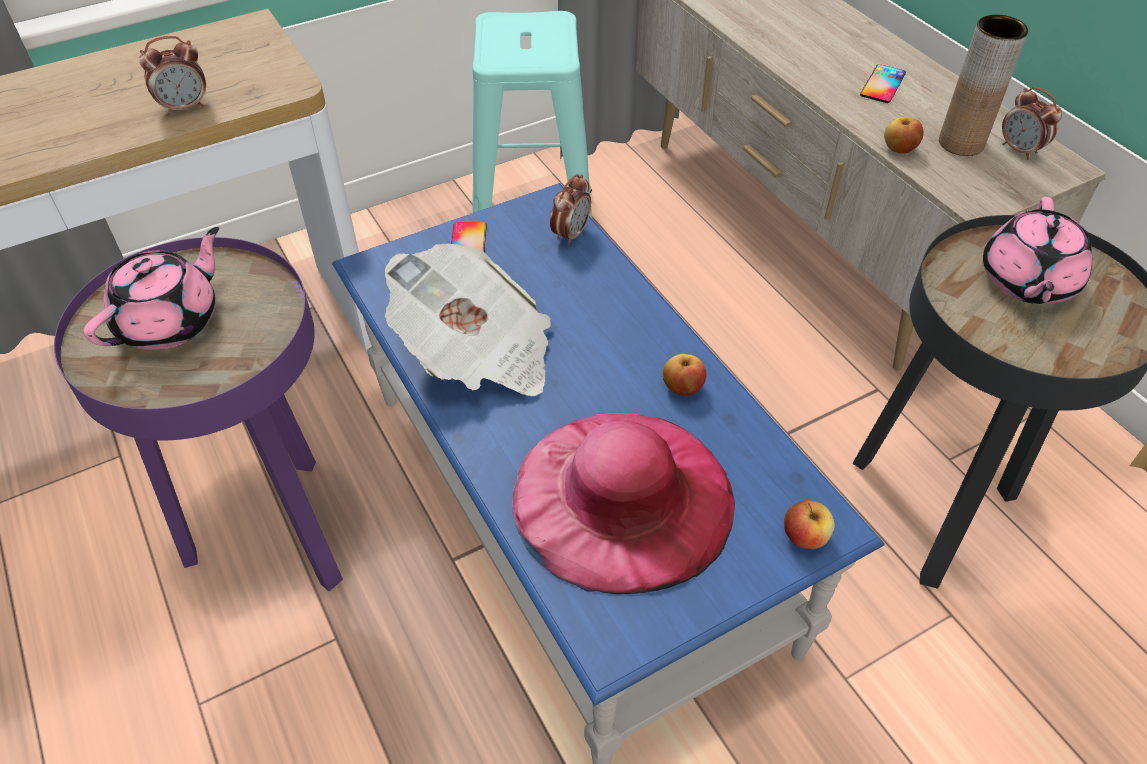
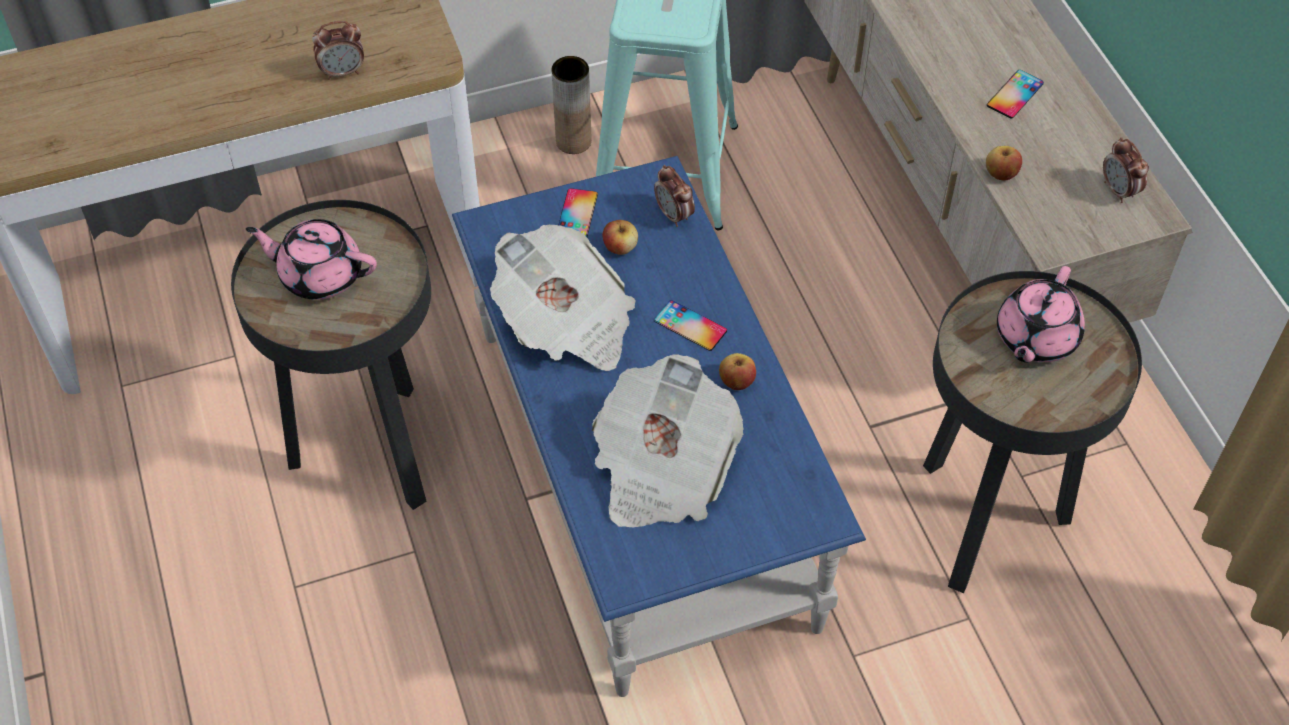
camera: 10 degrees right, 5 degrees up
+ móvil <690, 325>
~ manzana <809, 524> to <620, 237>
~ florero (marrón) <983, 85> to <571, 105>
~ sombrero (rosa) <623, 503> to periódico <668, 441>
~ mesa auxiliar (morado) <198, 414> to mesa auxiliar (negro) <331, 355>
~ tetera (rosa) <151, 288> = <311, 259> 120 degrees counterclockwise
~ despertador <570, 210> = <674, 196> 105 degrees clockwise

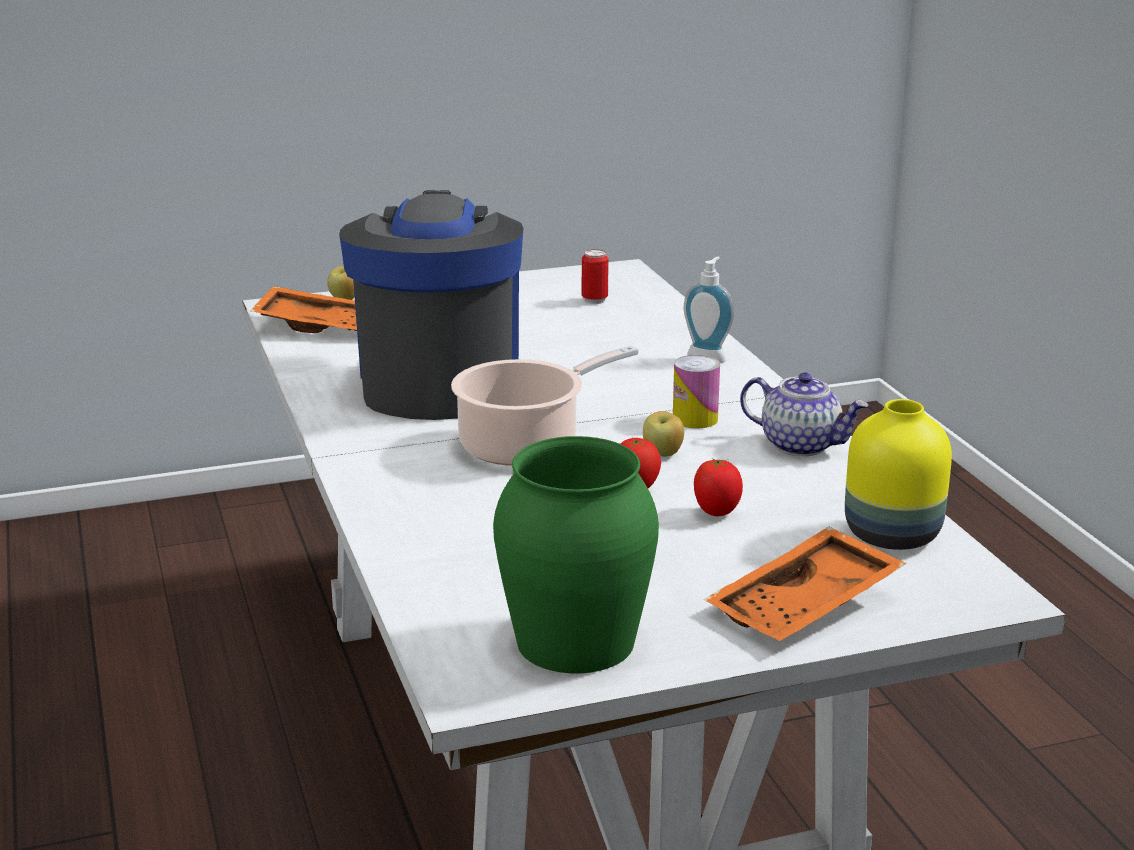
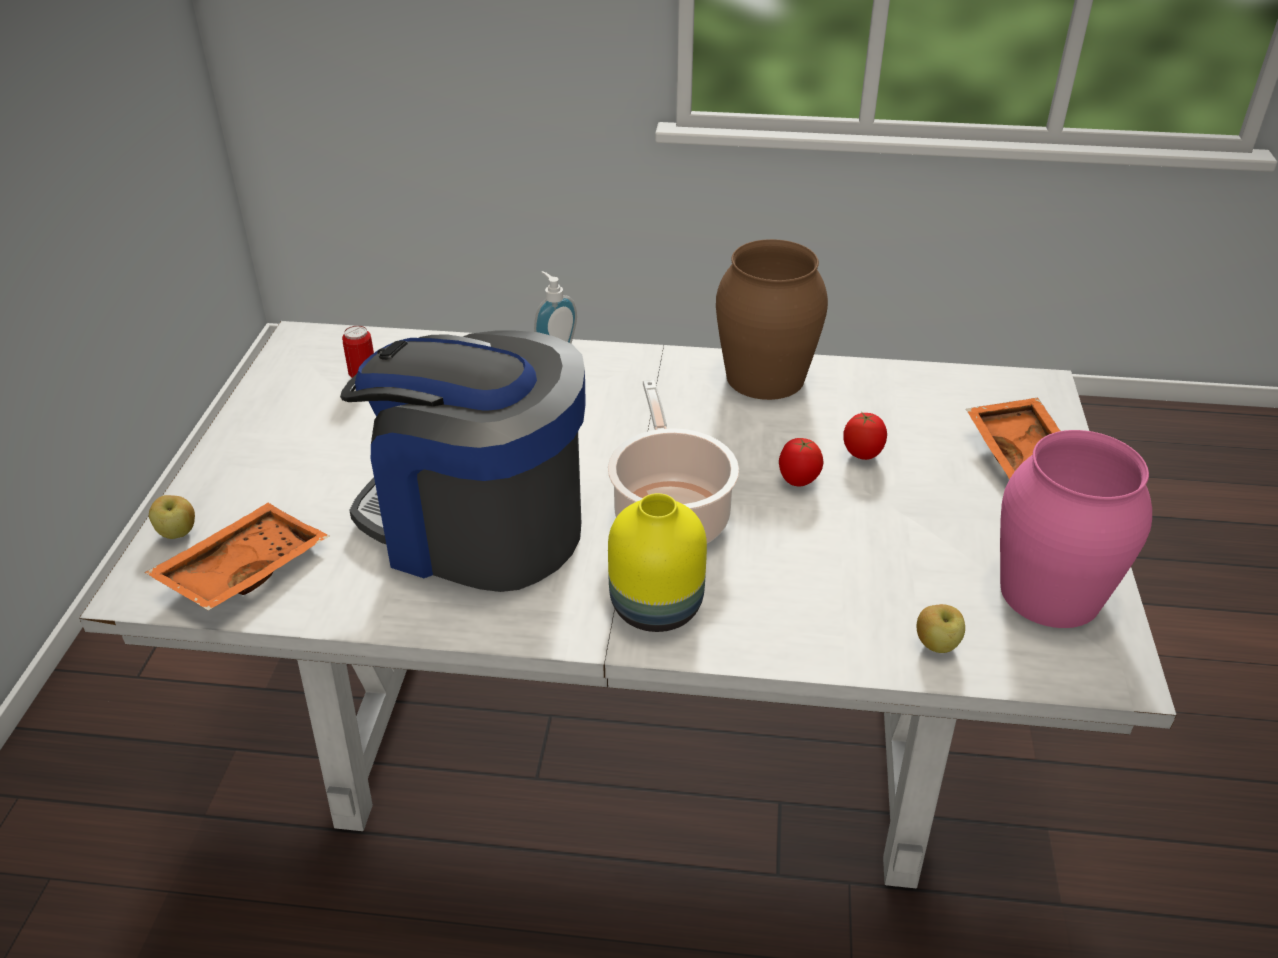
camera: 65 degrees left, 15 degrees up
- lata <696, 392>
~ manzana <663, 434> to <941, 628>
~ florero (amarillo) <898, 474> to <657, 562>
~ tetera <804, 414> to florero (marrón) <772, 319>
~ florero (verde) <576, 554> to florero (rosa) <1076, 529>

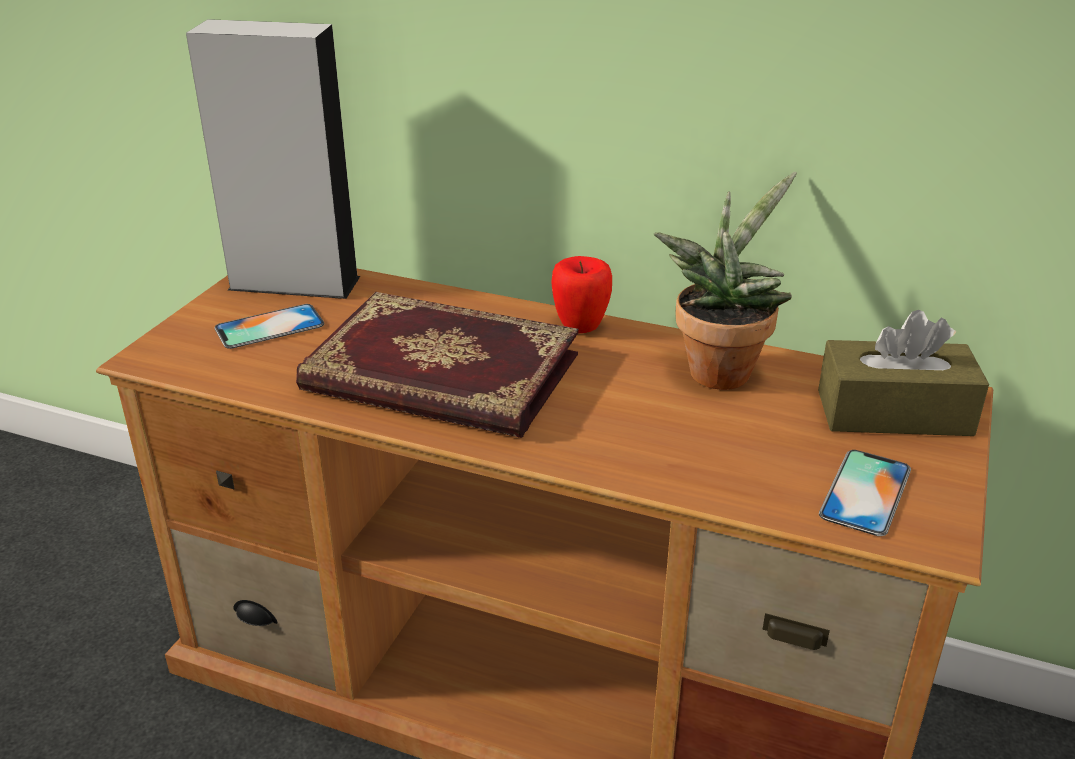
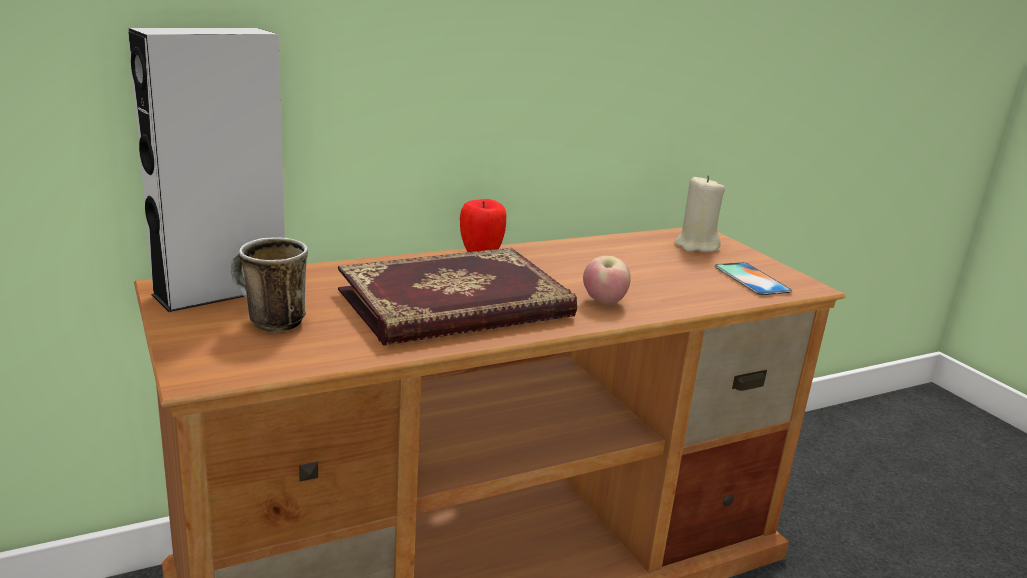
camera: 50 degrees left, 10 degrees down
- planta en maceta <725, 281>
+ manzana <607, 280>
~ móvil <269, 326> to taza grande <269, 284>
~ caja de pañuelos (marrón) <903, 373> to vela (beis) <699, 213>

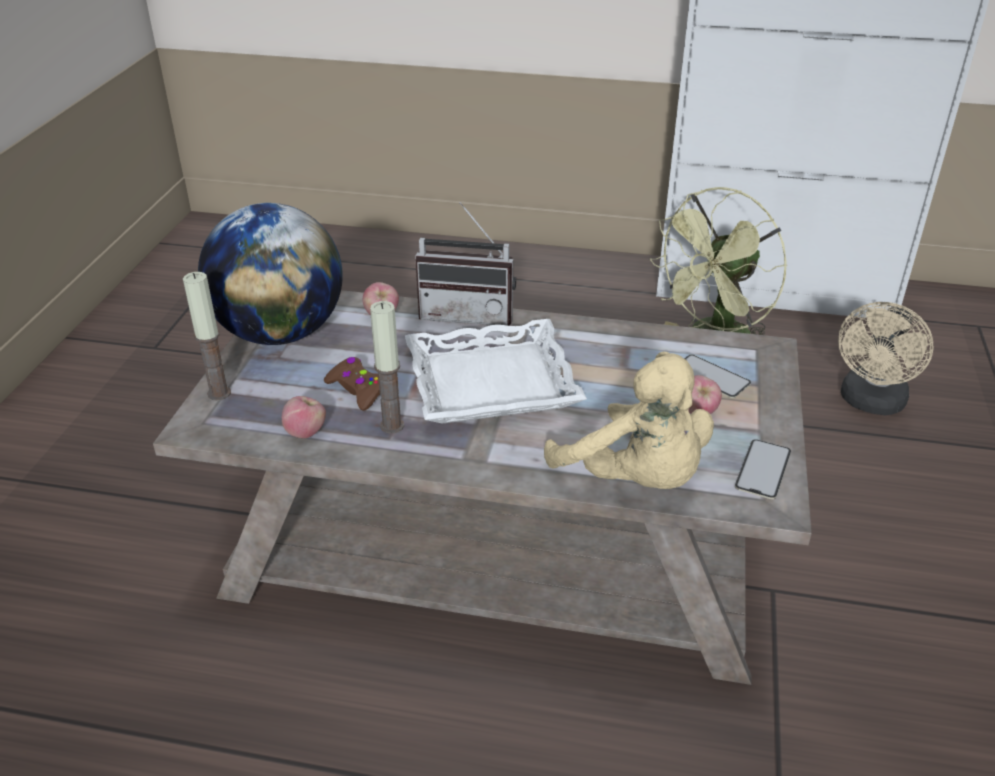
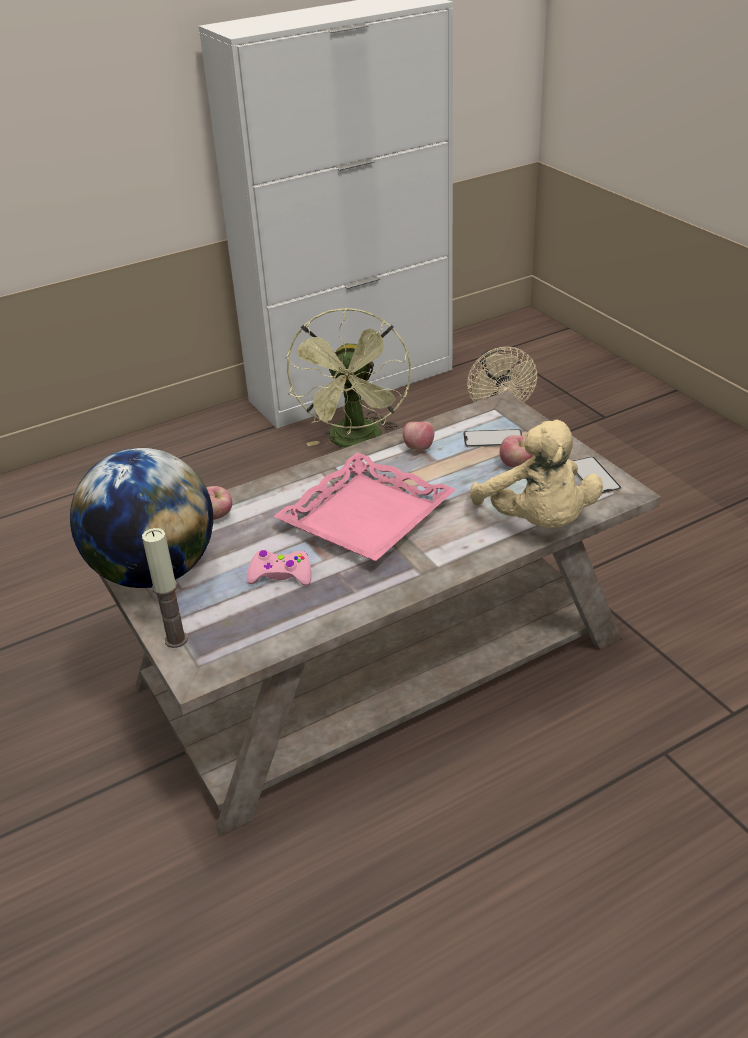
camera: 40 degrees left, 0 degrees up
- vela <387, 367>
- radio <465, 264>
~ manzana <304, 417> to <418, 436>
~ mando de consola (marrón) <352, 384> to mando de consola (rosa) <278, 568>
~ bandeja (blanco) <496, 371> to bandeja (rosa) <364, 506>
~ peluche (beis) <629, 420> = <536, 473> 60 degrees clockwise

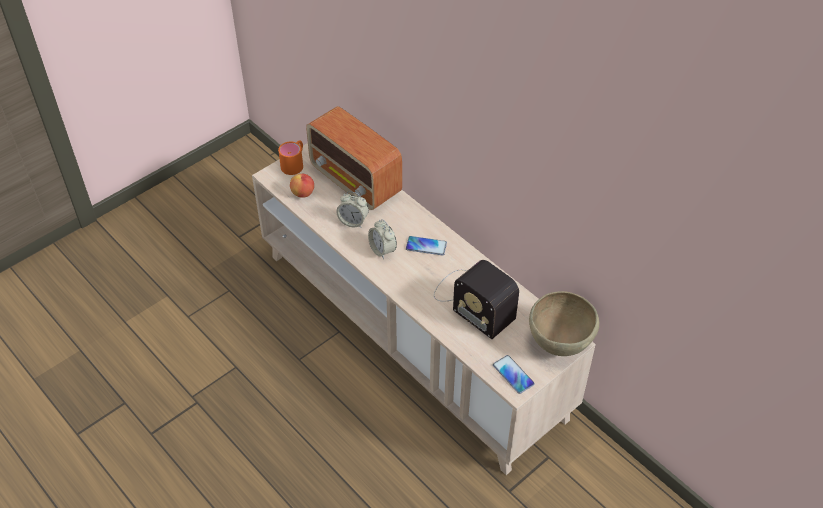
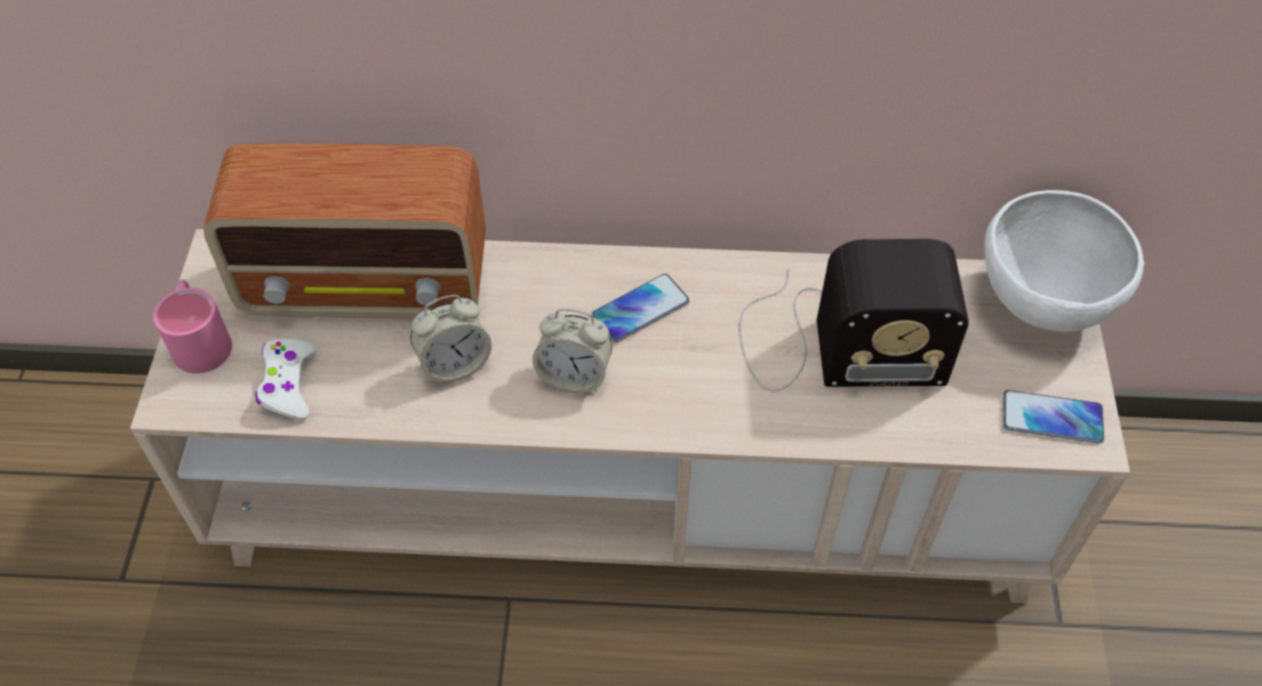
camera: 45 degrees left, 5 degrees up
~ manzana <302, 186> to mando de consola (blanco) <285, 379>
~ taza grande (naranja) <290, 157> to taza grande (rosa) <192, 326>
~ cuenco (marrón) <564, 323> to cuenco (blanco) <1064, 261>

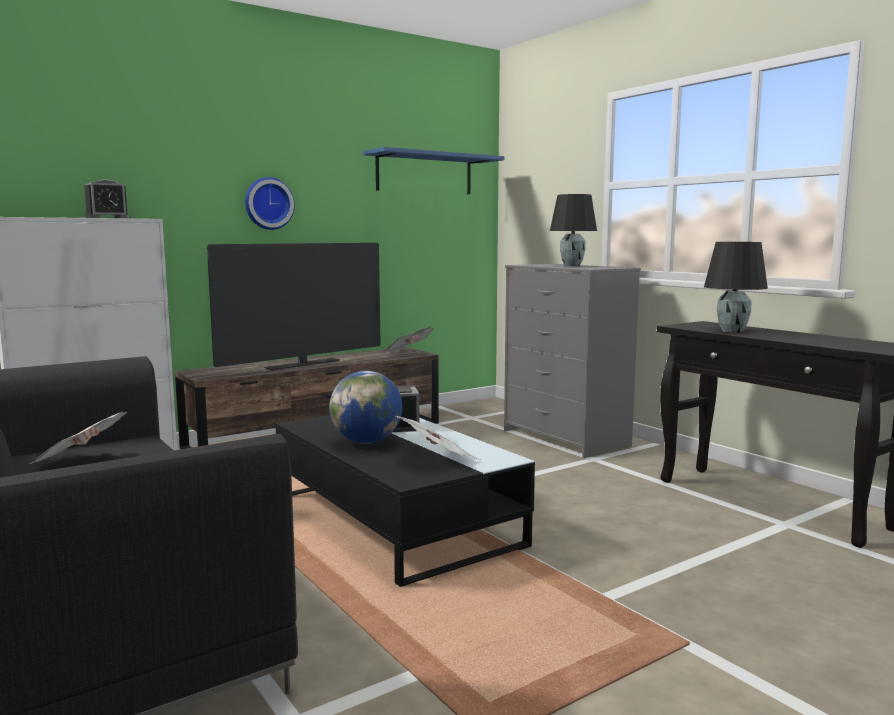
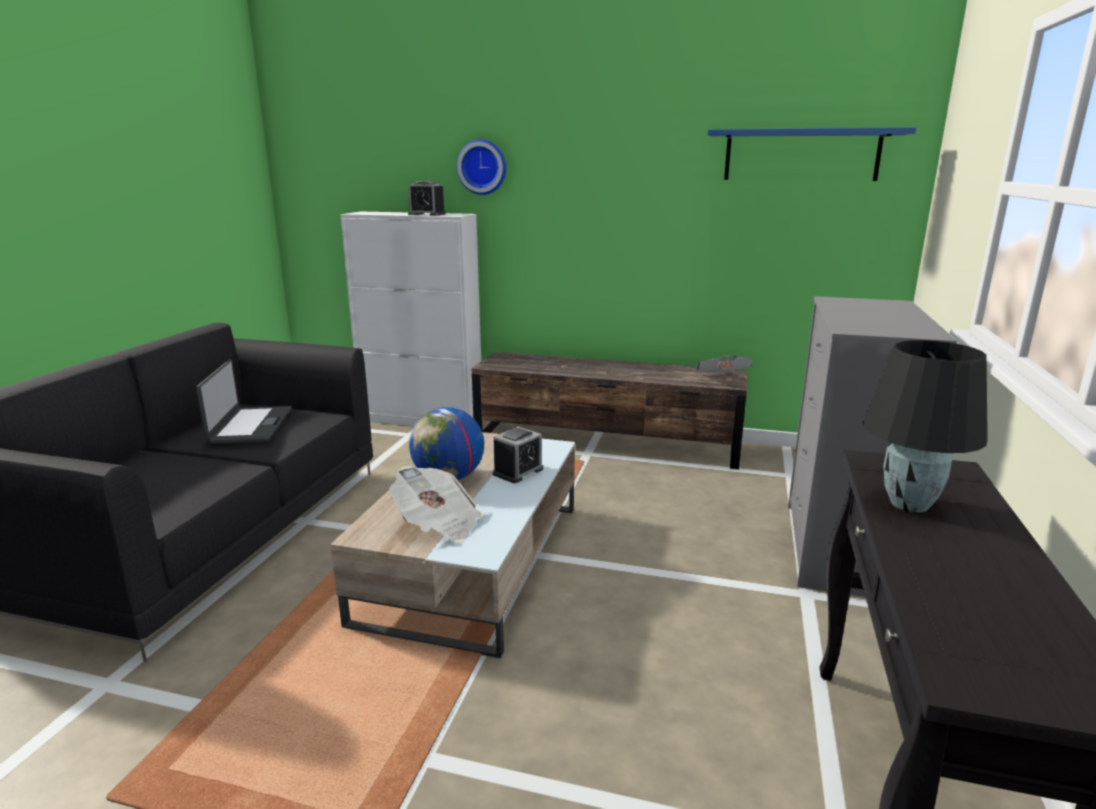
camera: 50 degrees right, 10 degrees up
- televisor <294, 306>
- lámpara de mesa (negro) <573, 230>
~ reloj de pared <270, 203> to <481, 167>
~ periódico <78, 437> to portátil <244, 401>
~ mesa de centro (negro) <405, 501> to mesa de centro (beis) <452, 545>

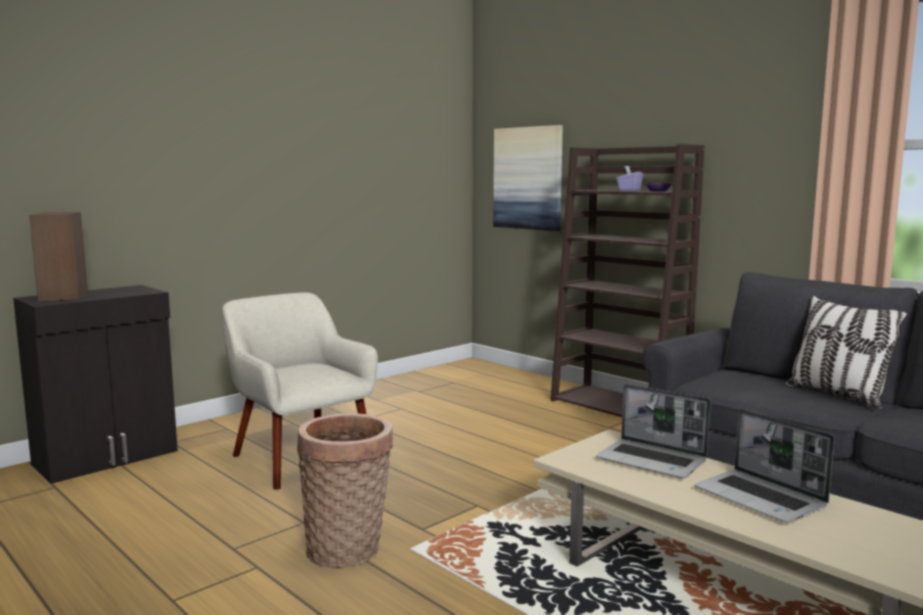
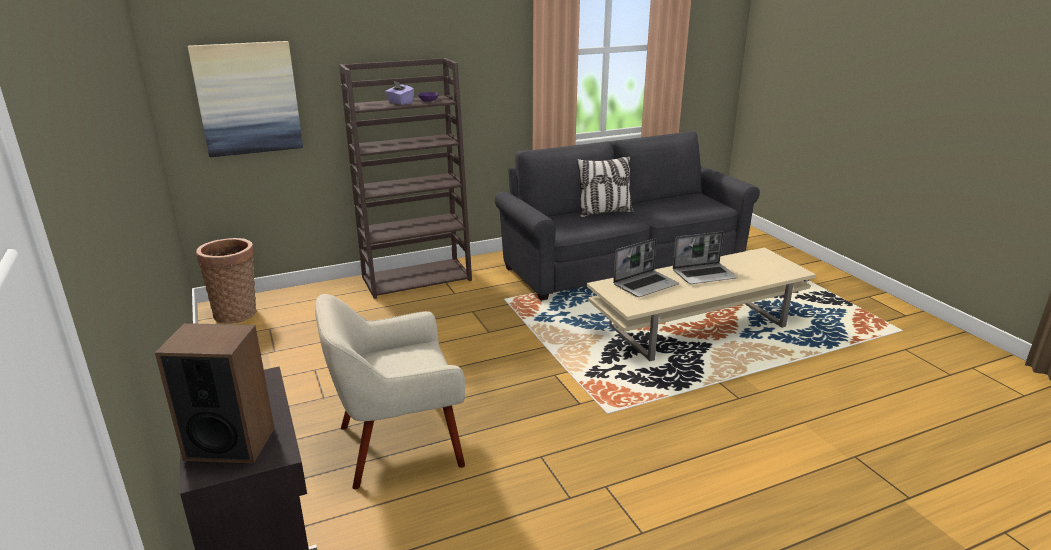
camera: 70 degrees left, 15 degrees up
~ cesta <345, 490> to <226, 281>

